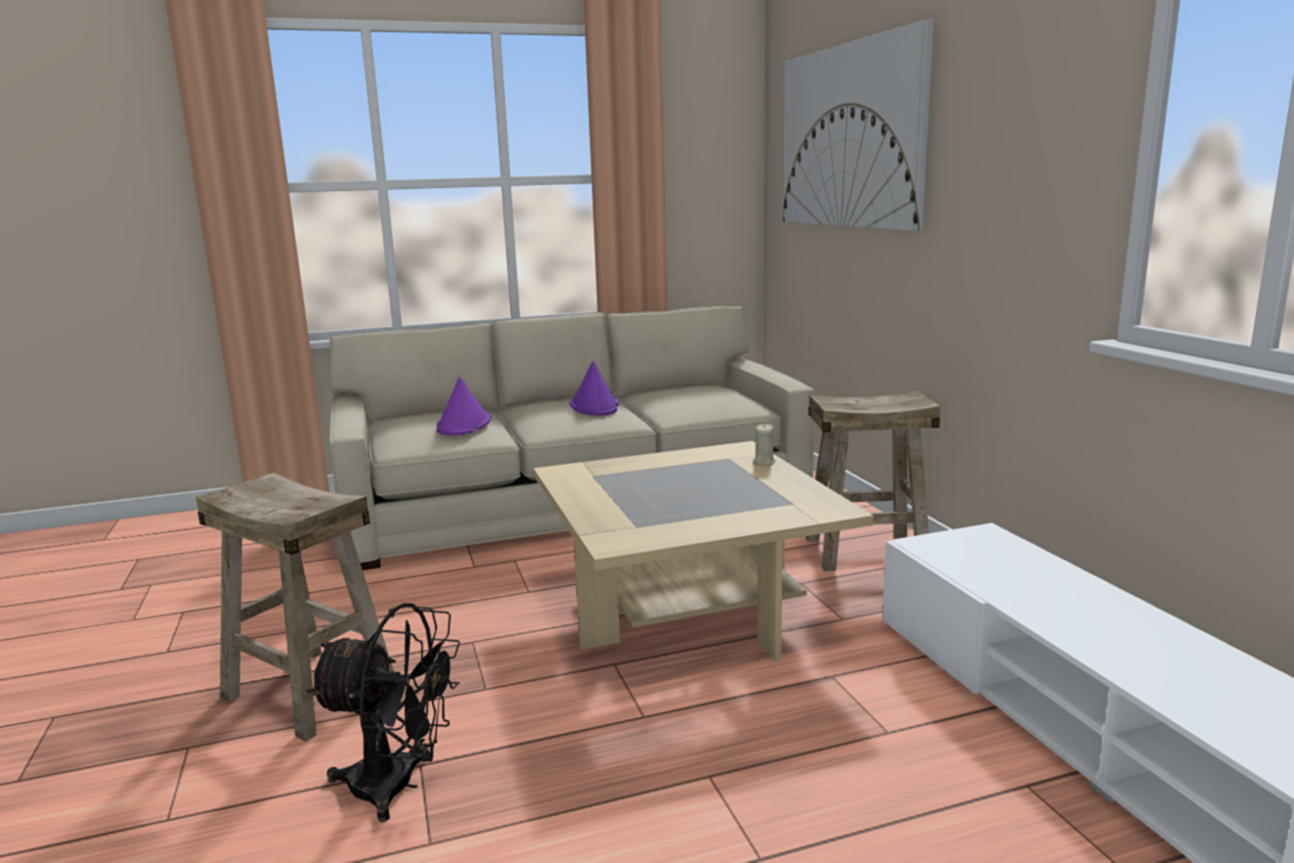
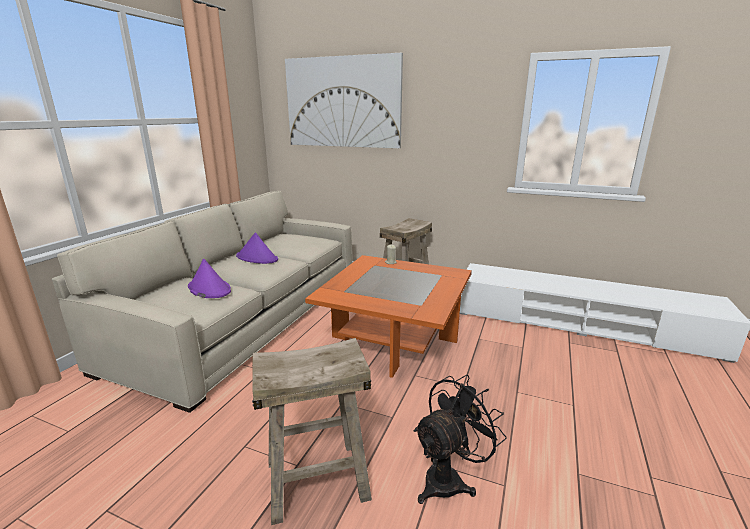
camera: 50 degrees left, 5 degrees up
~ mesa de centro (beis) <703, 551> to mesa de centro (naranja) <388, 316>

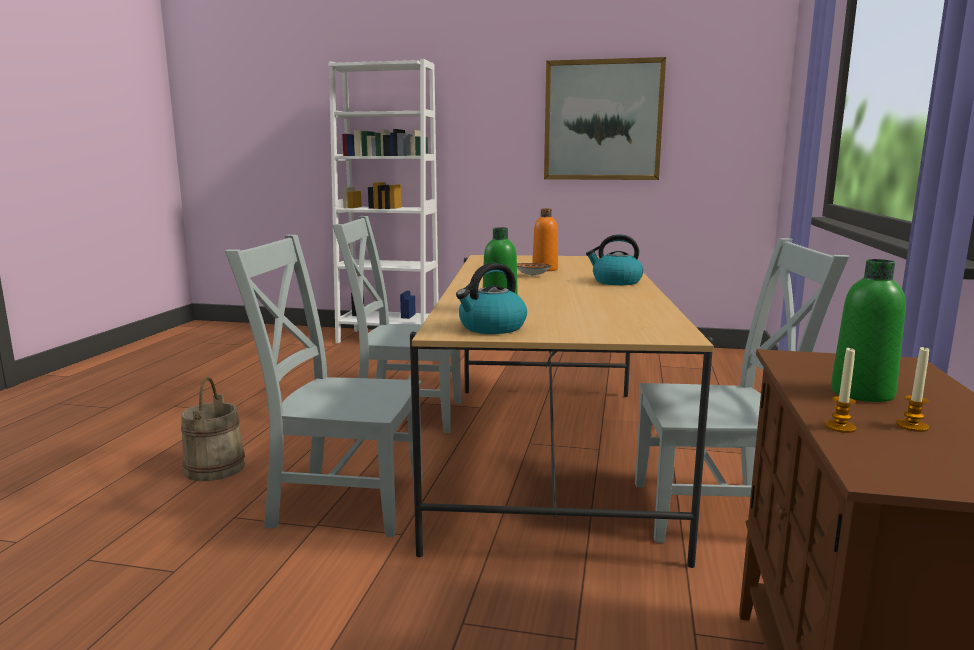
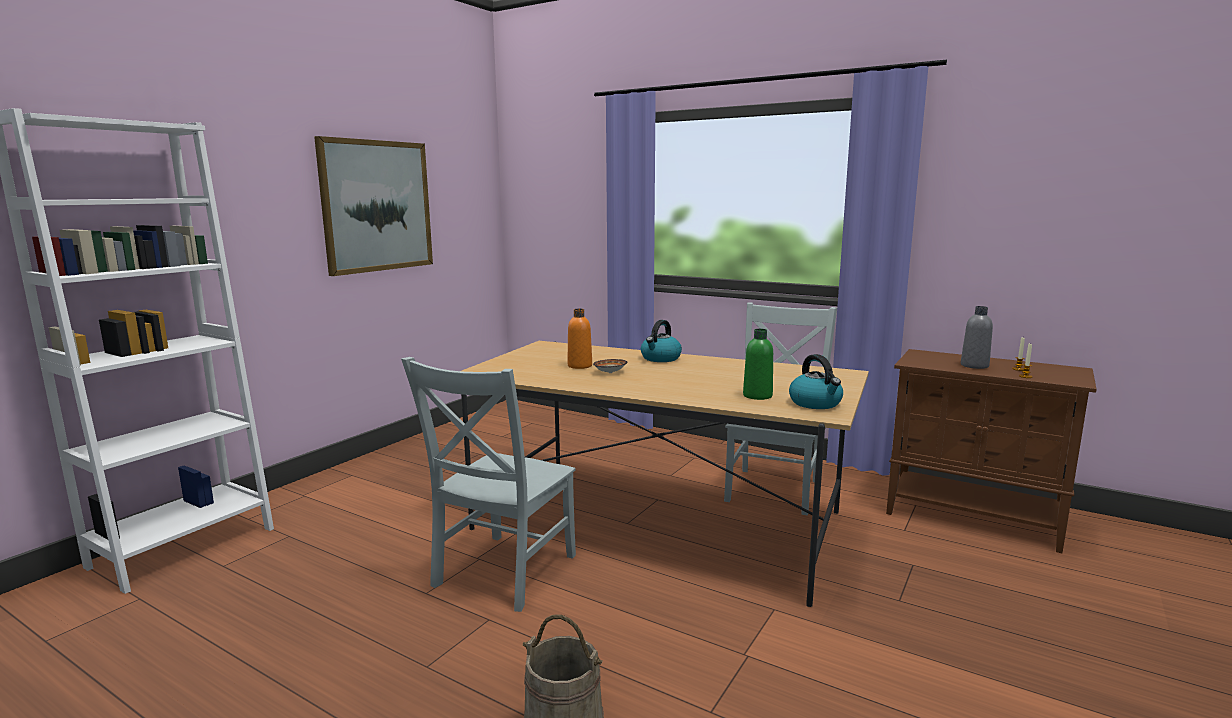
camera: 70 degrees left, 0 degrees up
- silla (gris) <323, 385>
~ botella (verde) <868, 330> to botella (gris) <977, 337>

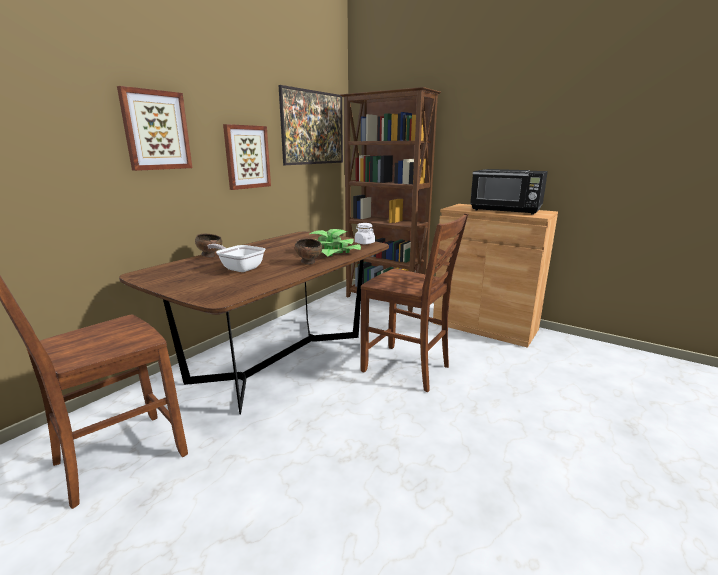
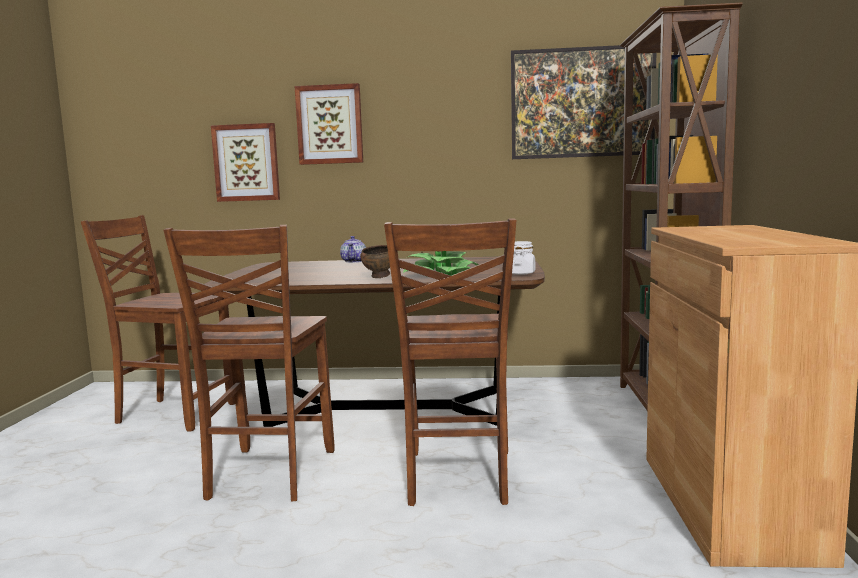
camera: 60 degrees right, 10 degrees down
- sartén <236, 258>
- microondas (negro) <509, 192>
+ silla (marrón) <249, 363>
~ cuadro <247, 157> to <245, 162>
~ cuenco (marrón) <208, 245> to tetera <353, 249>

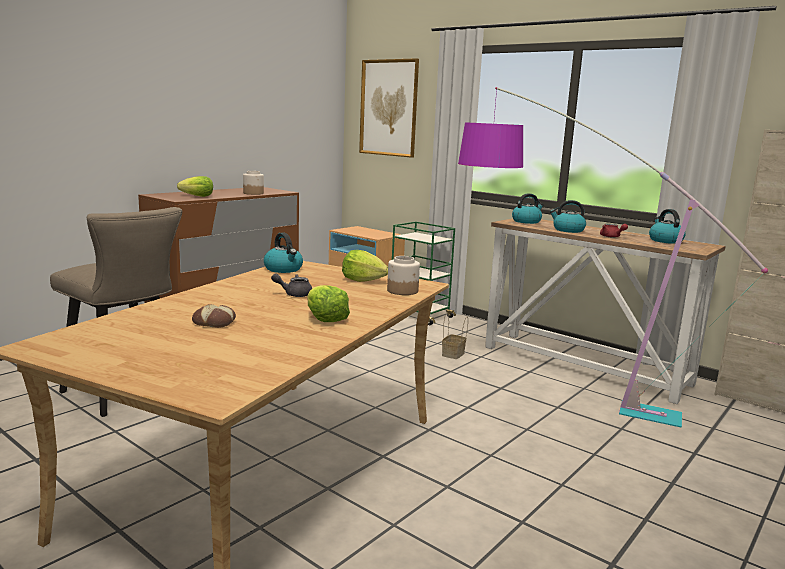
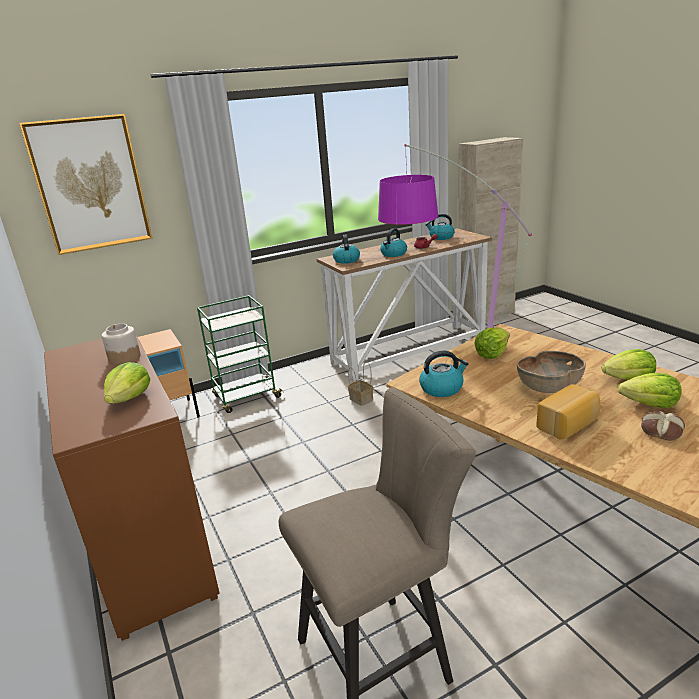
camera: 65 degrees left, 10 degrees up
- tarro <403, 275>
+ pan <568, 412>
+ lechuga <650, 390>
~ tetera (gris) <291, 285> to cuenco (marrón) <551, 372>

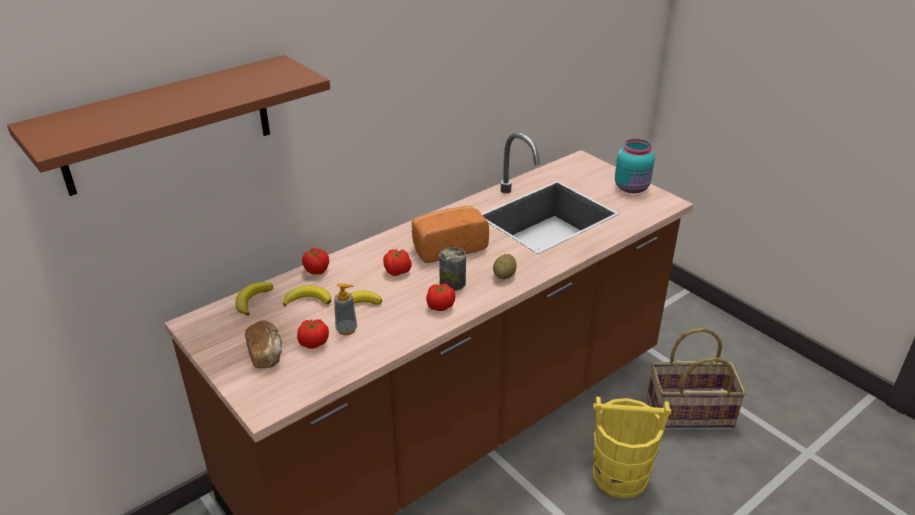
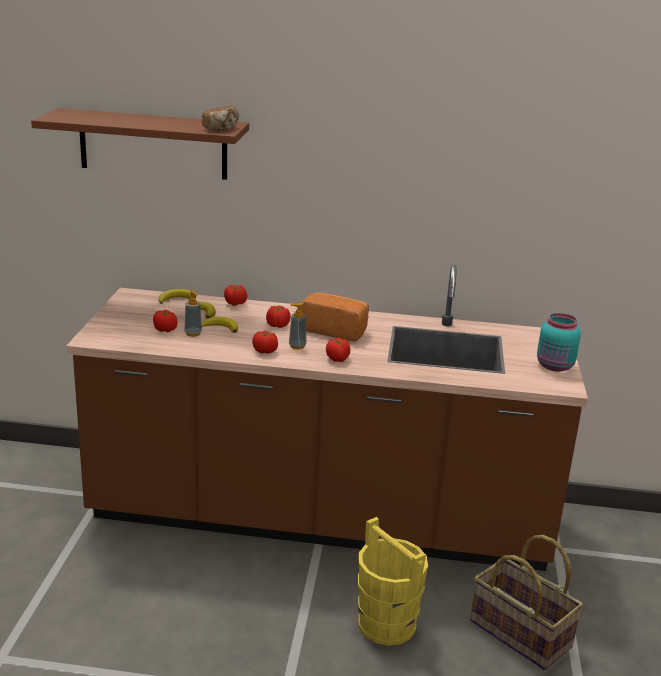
camera: 45 degrees right, 10 degrees down
~ pan <263, 344> to <220, 118>
~ lata <452, 269> to dispensador de jabón <297, 326>
~ patata <504, 266> to tomate <338, 350>

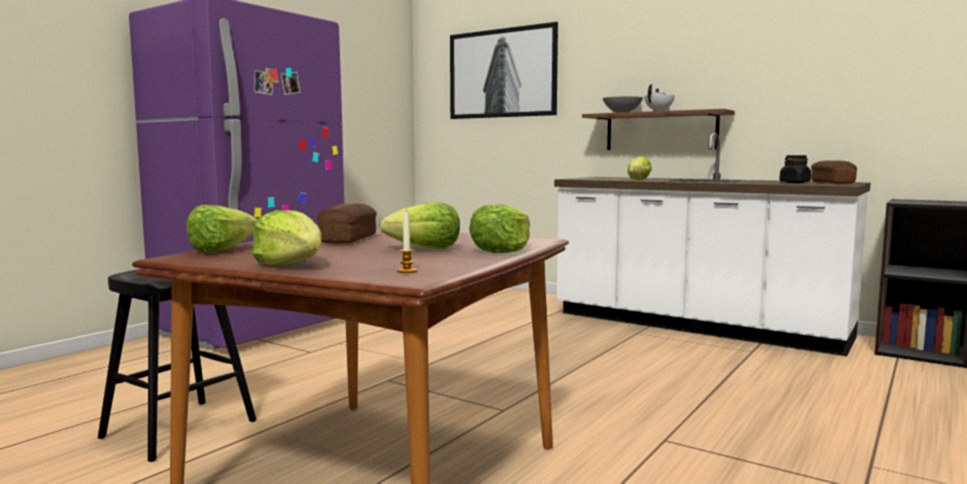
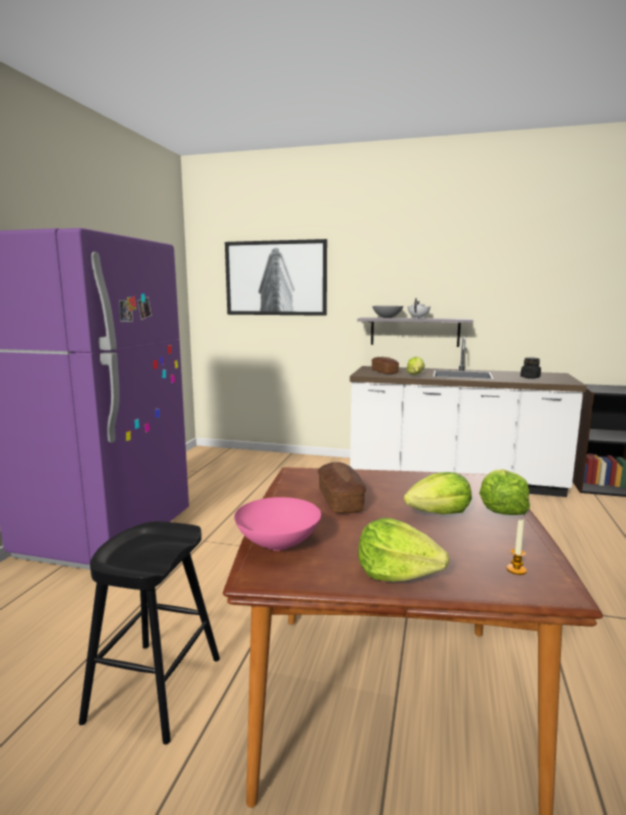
camera: 20 degrees left, 5 degrees up
~ pan <834, 172> to <385, 365>
~ lechuga <222, 229> to cuenco (rosa) <277, 523>
~ estante (marrón) <658, 129> to estante (gris) <415, 332>

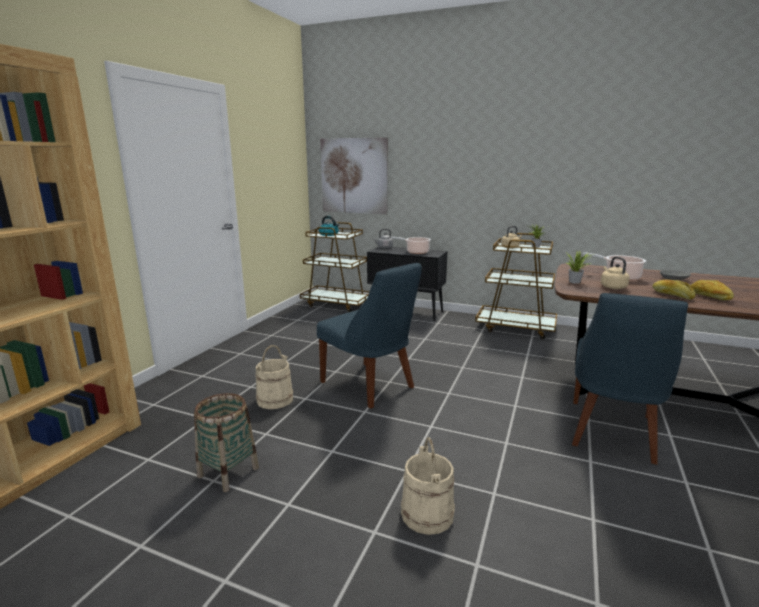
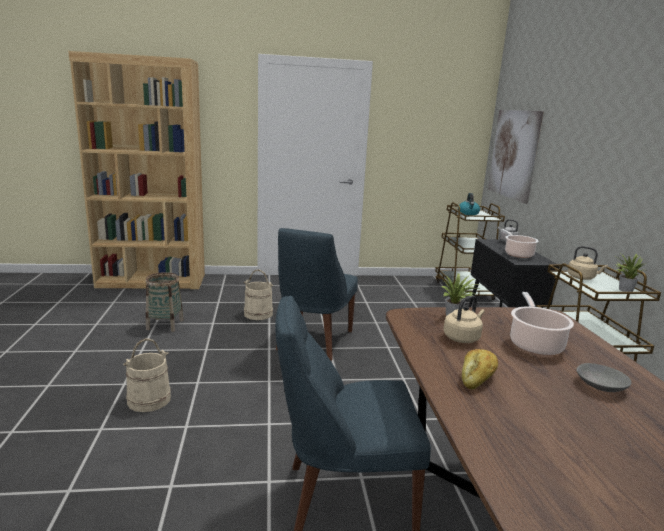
camera: 60 degrees right, 0 degrees up
- pan <712, 290>

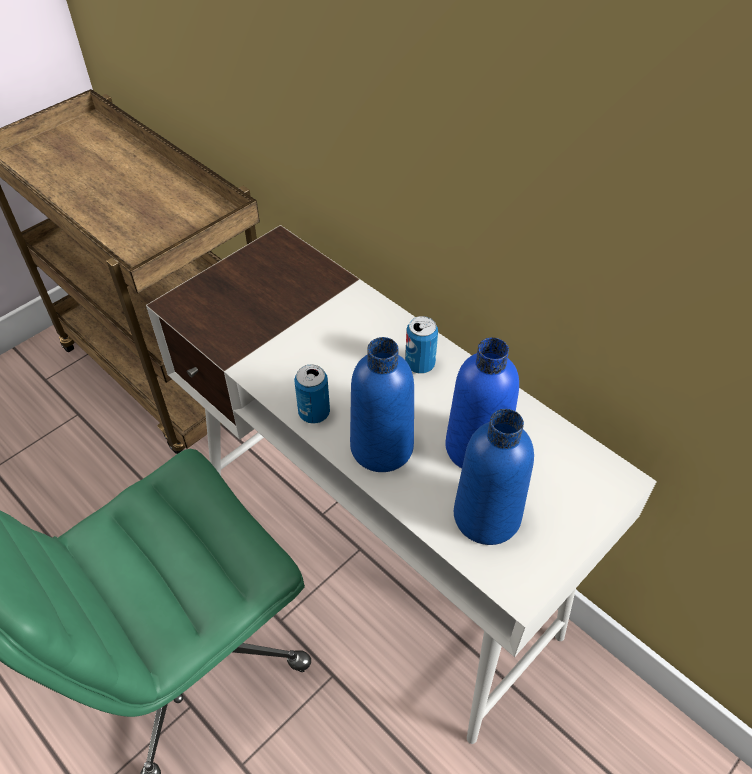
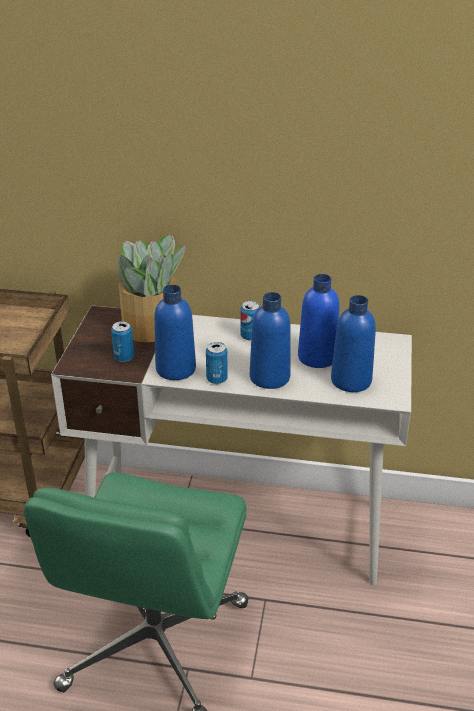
camera: 35 degrees left, 15 degrees down
+ lata <122, 341>
+ planta en maceta <151, 288>
+ botella (azul) <175, 332>

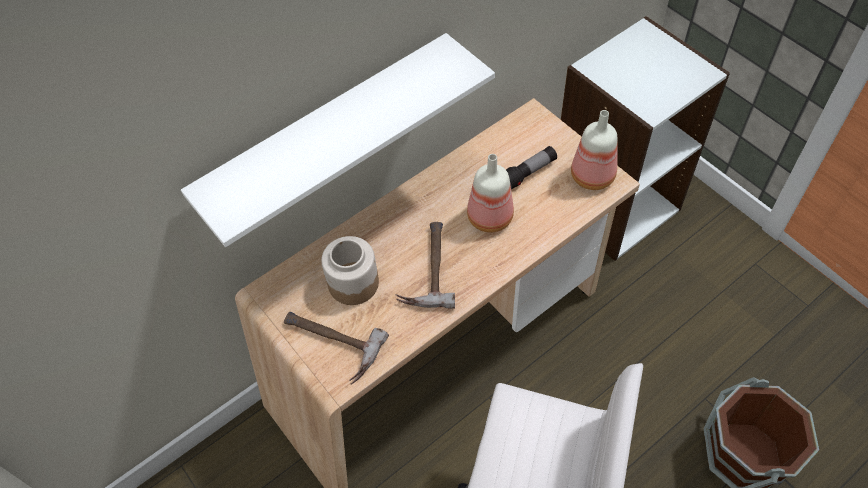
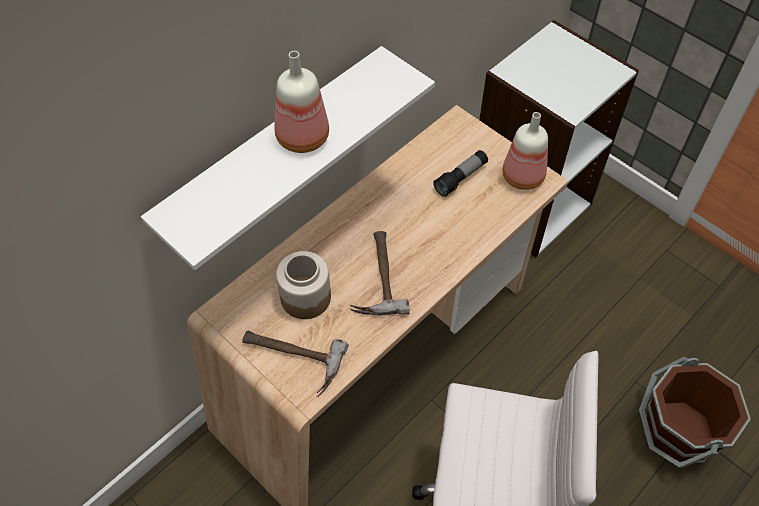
camera: 10 degrees left, 0 degrees up
~ botella <490, 193> to <301, 102>

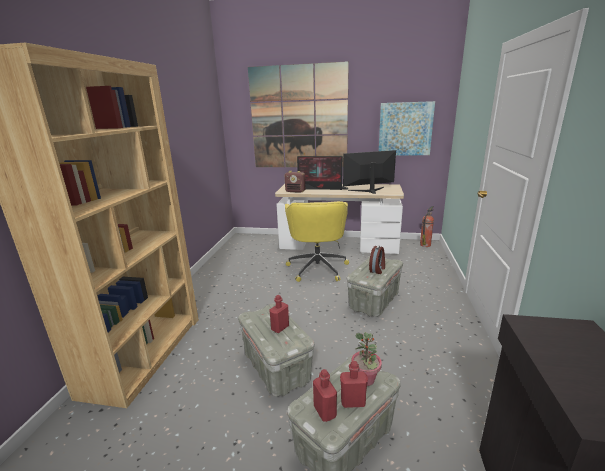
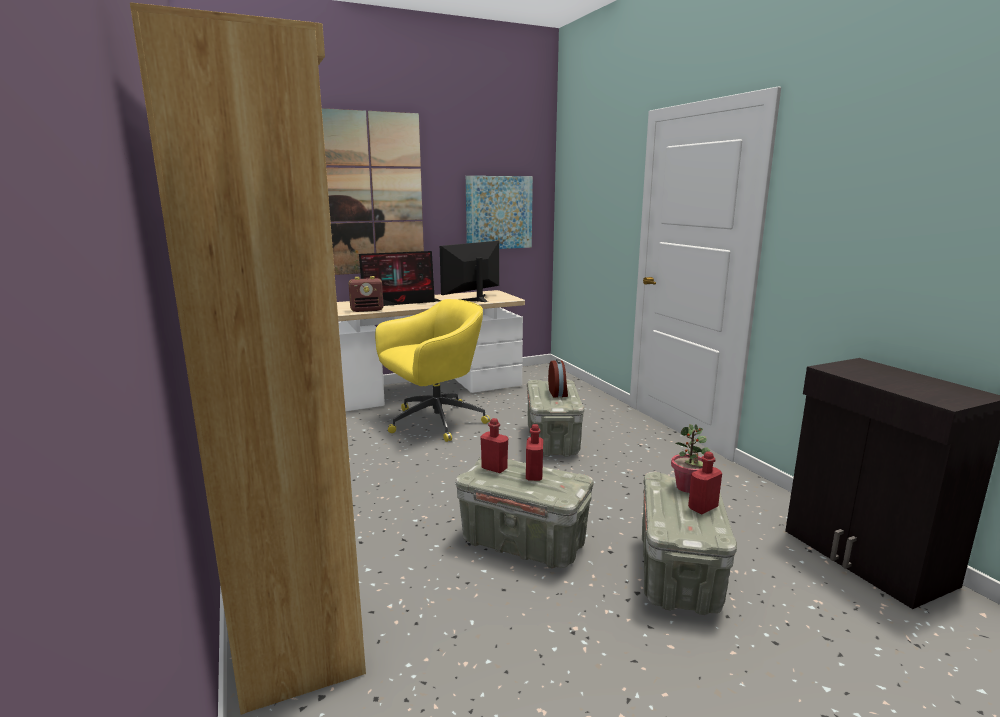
camera: 35 degrees left, 5 degrees down
- extintor <427, 226>
~ botella (rojo) <325, 395> to <494, 445>
~ silla de oficina (amarillo) <317, 241> = <432, 370> 90 degrees counterclockwise

